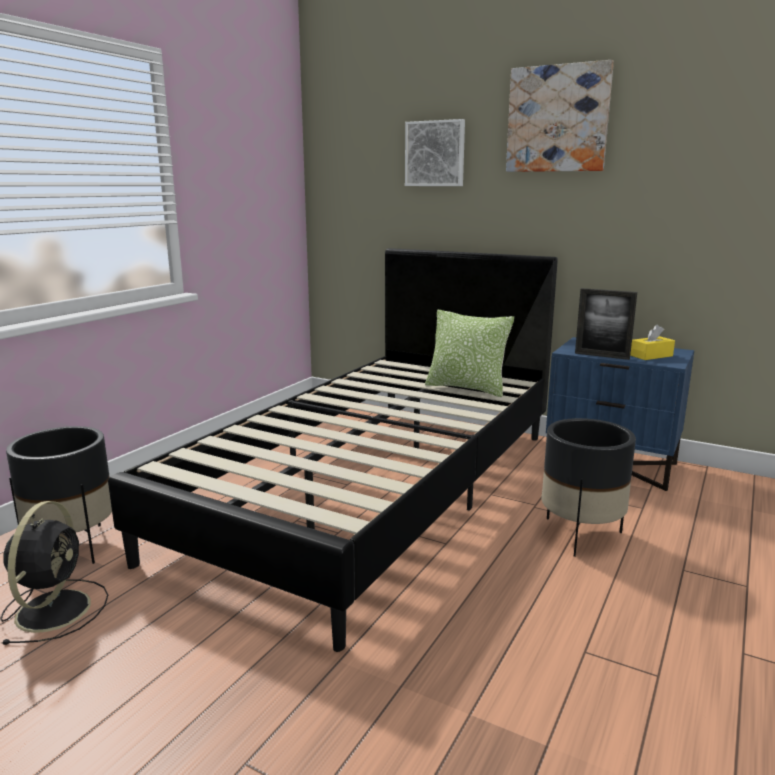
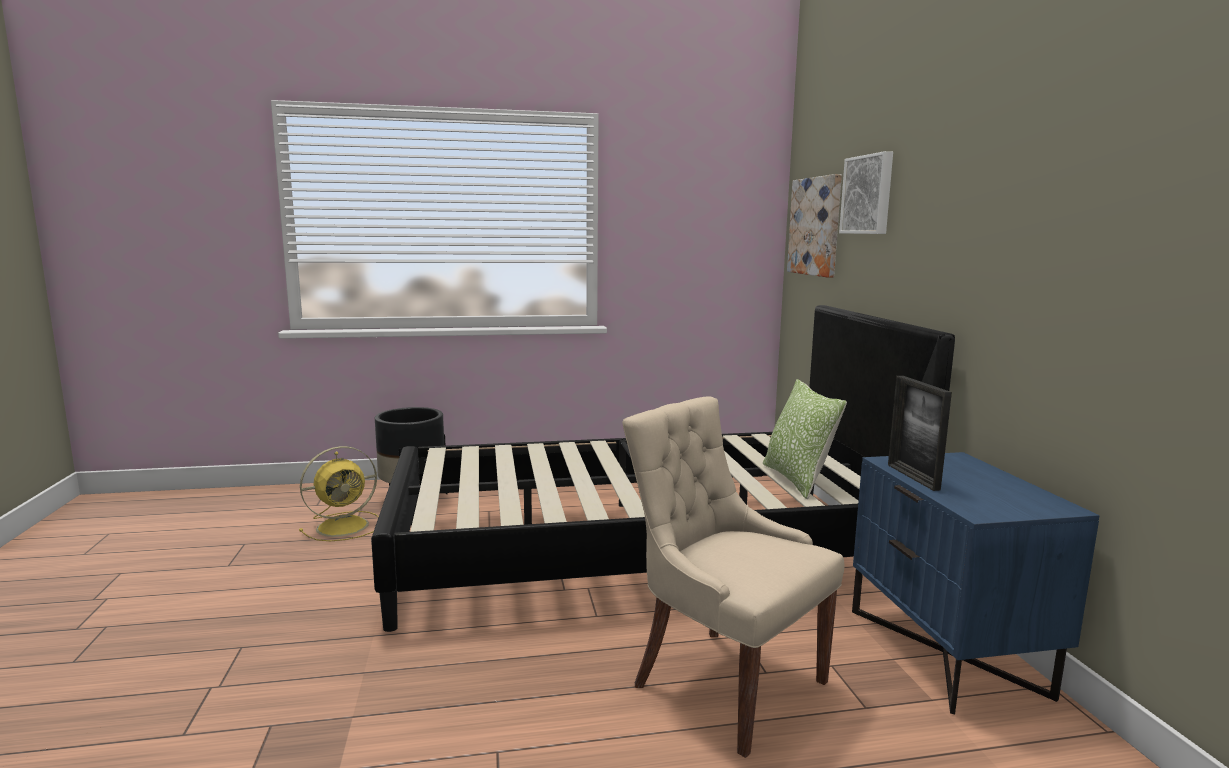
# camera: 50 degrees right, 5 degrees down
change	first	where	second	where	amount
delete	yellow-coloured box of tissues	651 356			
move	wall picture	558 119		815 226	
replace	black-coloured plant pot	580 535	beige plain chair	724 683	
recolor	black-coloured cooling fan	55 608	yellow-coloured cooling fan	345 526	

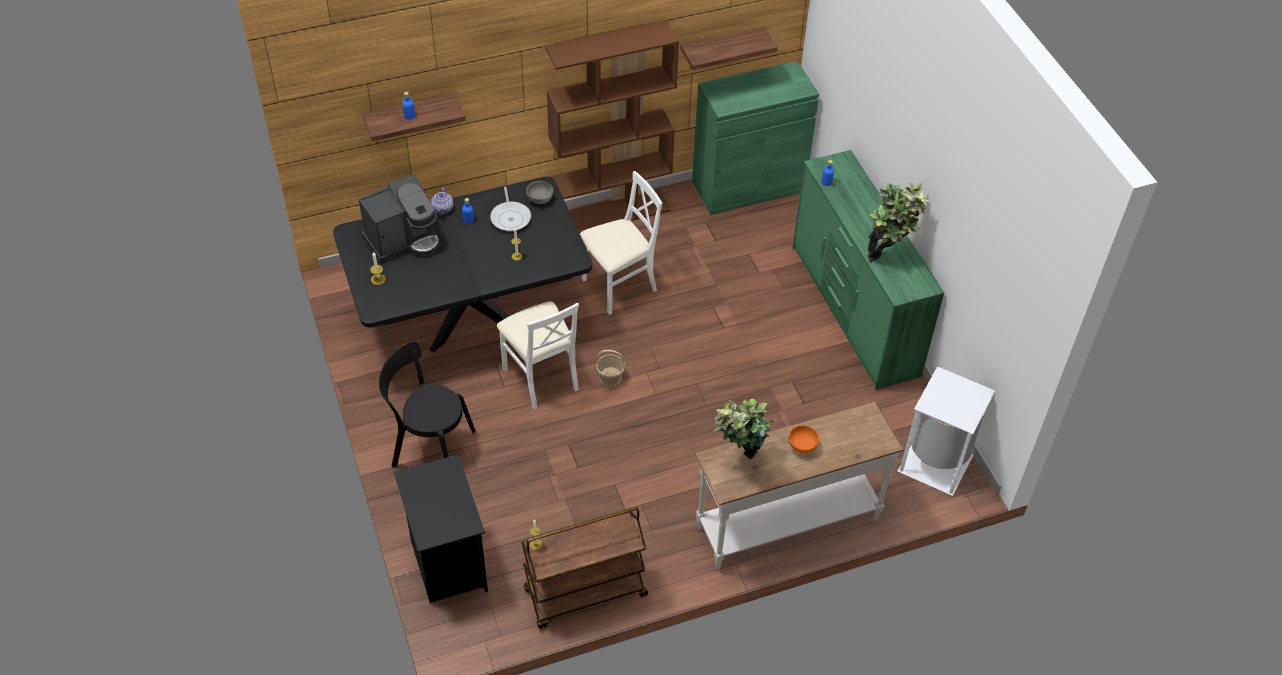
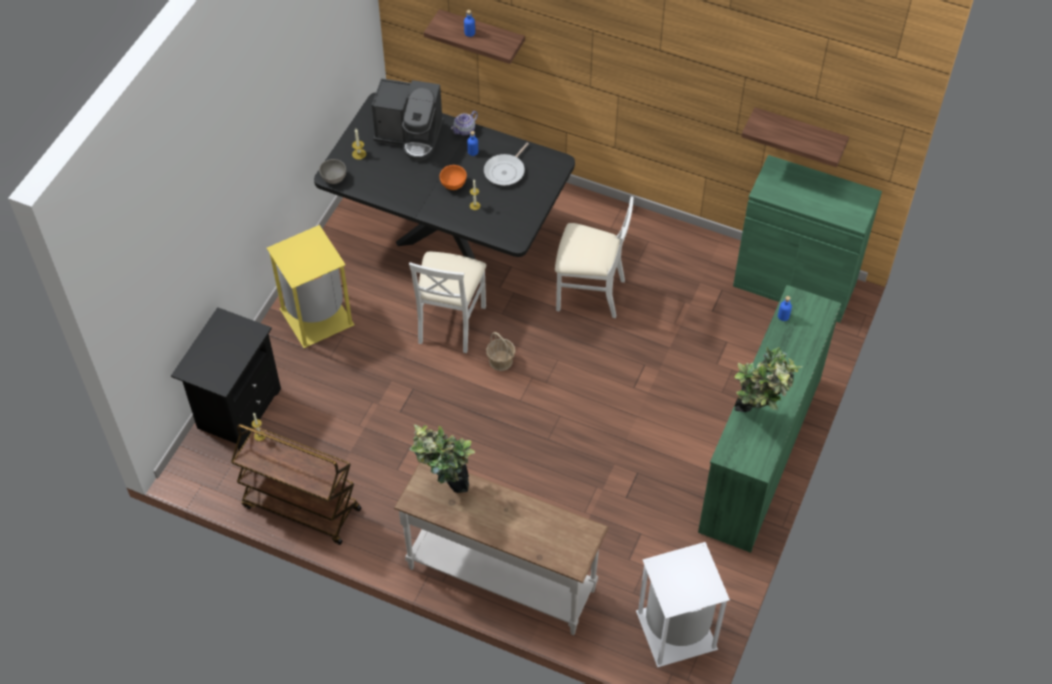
# camera: 45 degrees right, 5 degrees up
change	first	where	second	where	amount
delete	brown-coloured shelving unit	611 212			
move	gray deep dish	540 200		333 178	
move	orangey deep dish	802 447		453 184	
replace	black-coloured plain chair	429 447	yellow-coloured waste bin	317 316	

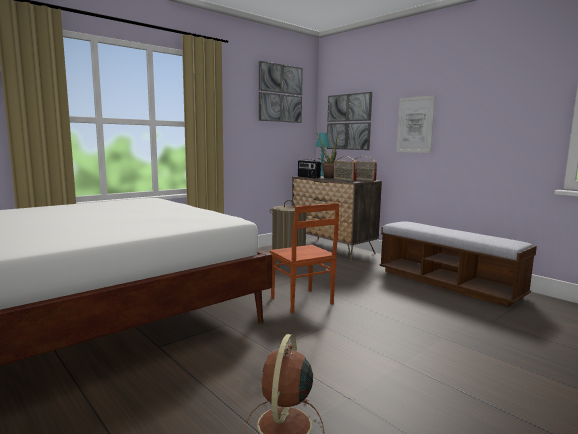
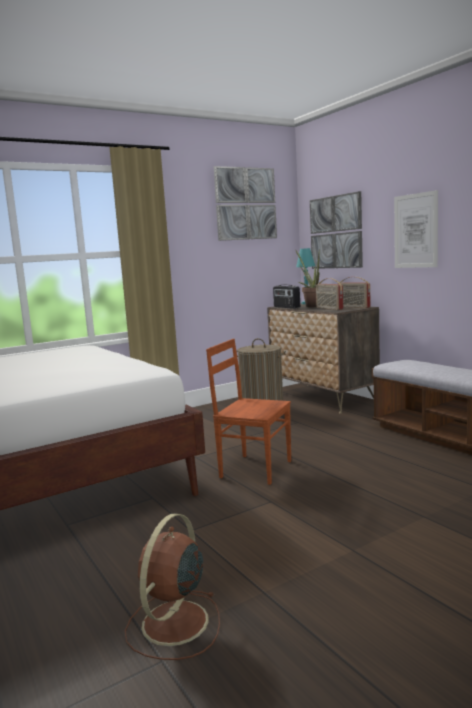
# camera: 10 degrees right, 0 degrees up
change	first	where	second	where	amount
rotate	brown-coloured plain chair	301 301		255 468	135 degrees clockwise

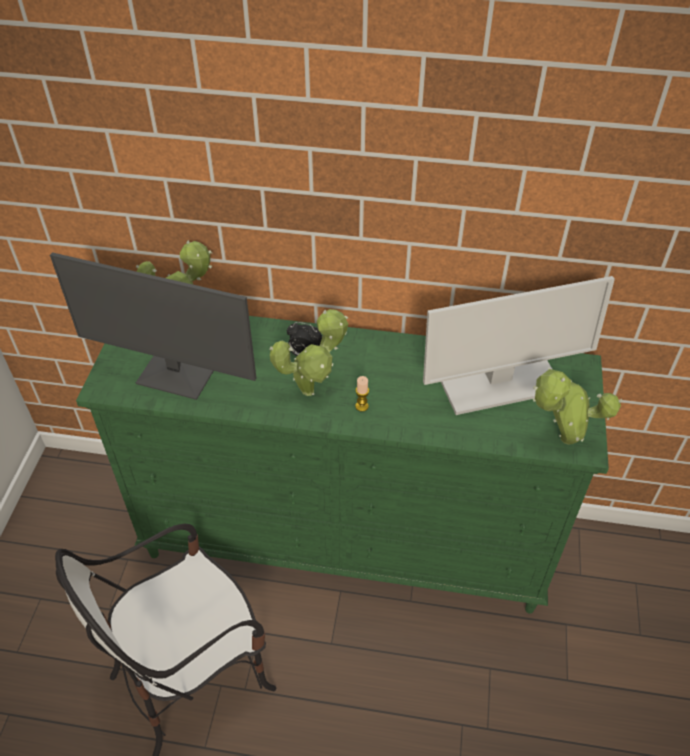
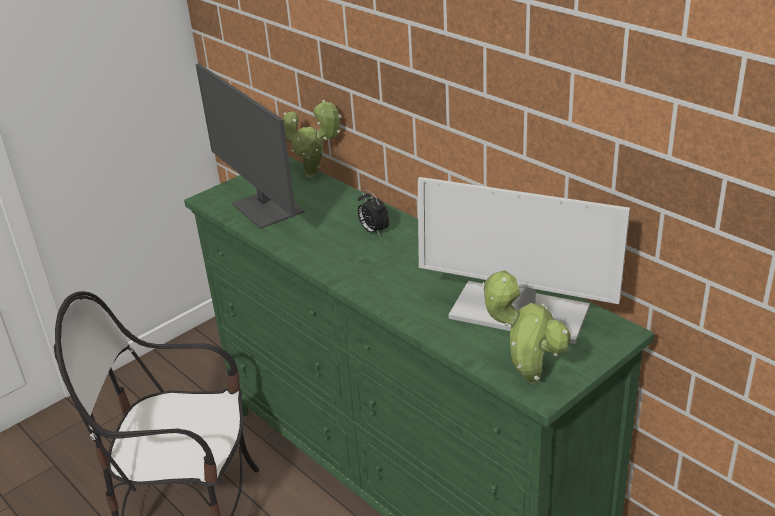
# camera: 40 degrees right, 15 degrees down
change	first	where	second	where	amount
delete	plant in a pot	312 389			
delete	wax light	361 406			

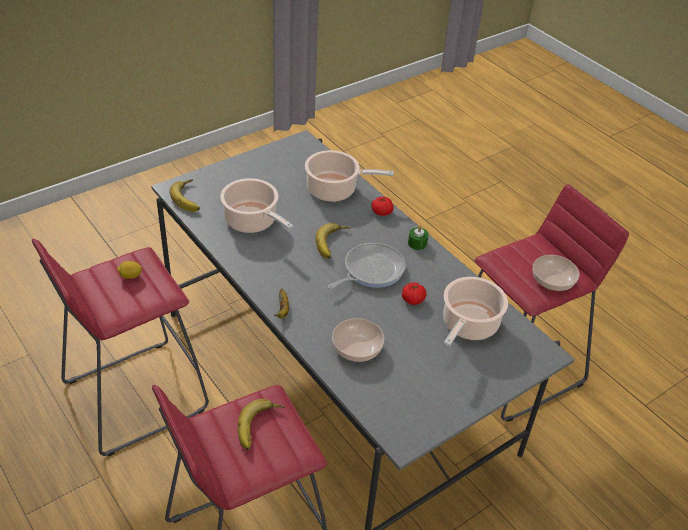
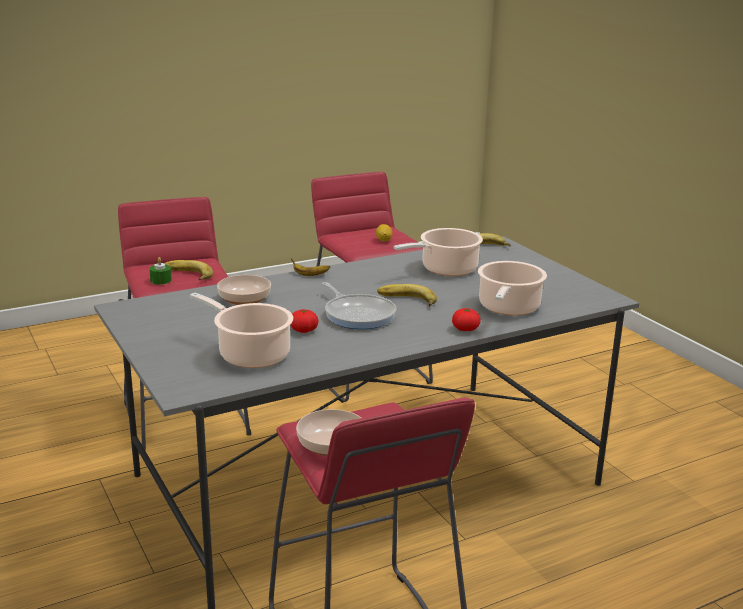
# camera: 100 degrees right, 20 degrees down
change	first	where	second	where	amount
move	greenish wax light	417 243		161 280	

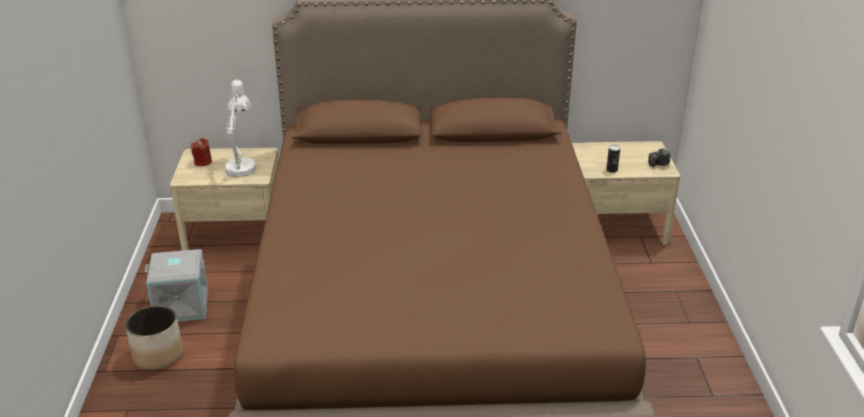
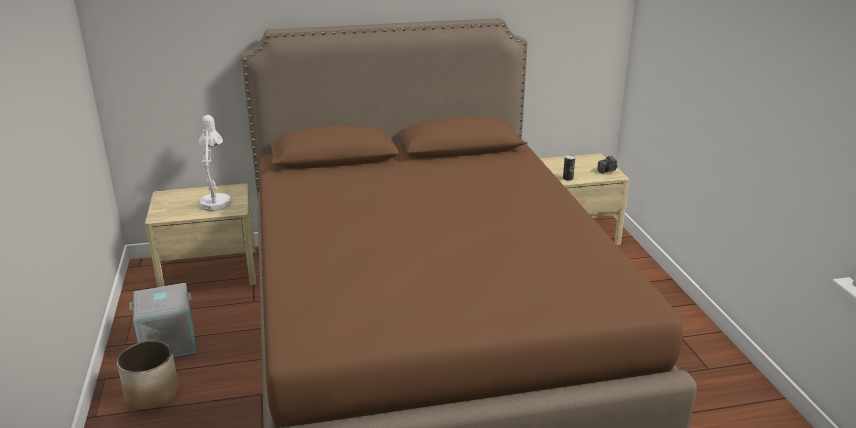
# camera: 10 degrees left, 5 degrees down
change	first	where	second	where	amount
delete	red-coloured wax light	203 162			

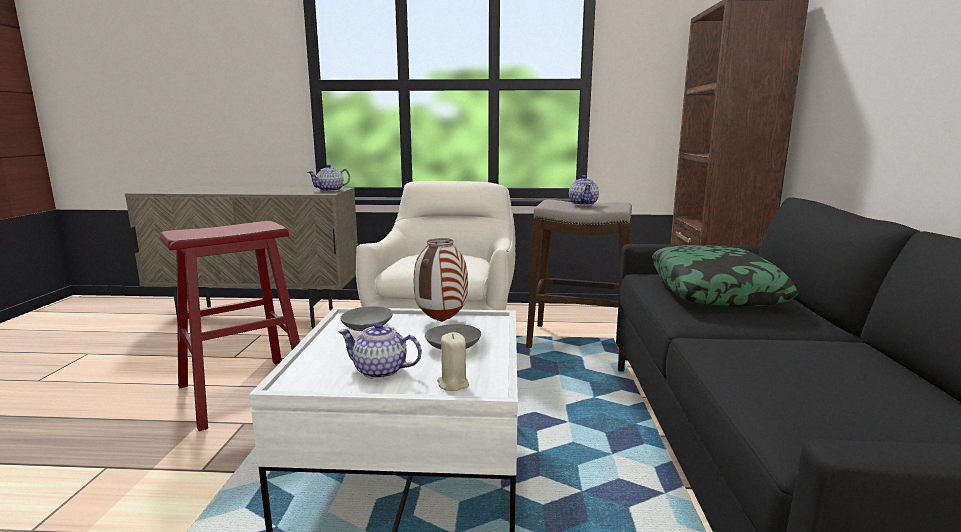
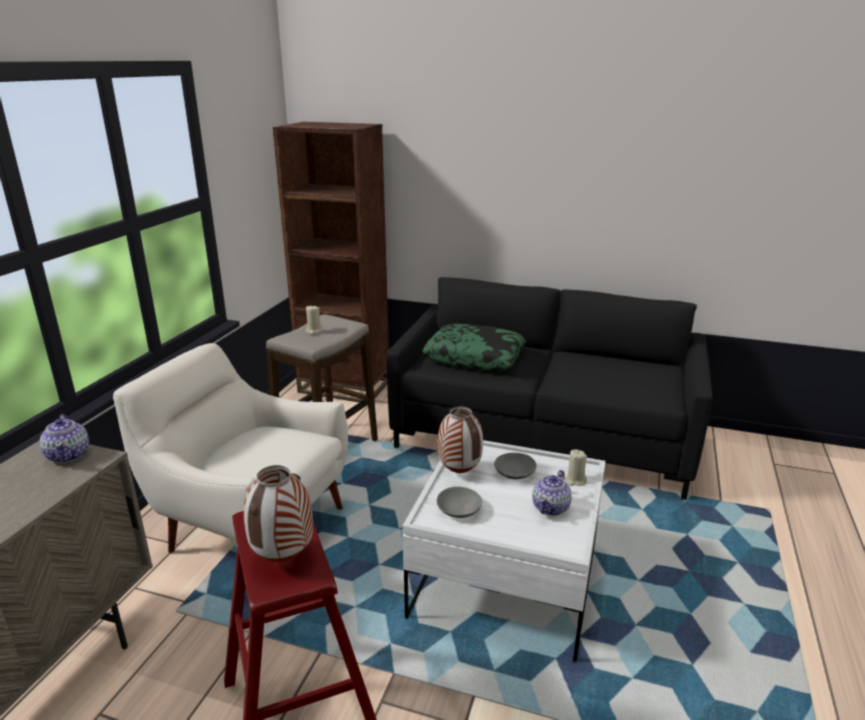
# camera: 75 degrees left, 10 degrees up
change	first	where	second	where	amount
insert			decorative vase	283 559	
replace	pot for tea	583 204	beige wax light	314 331	

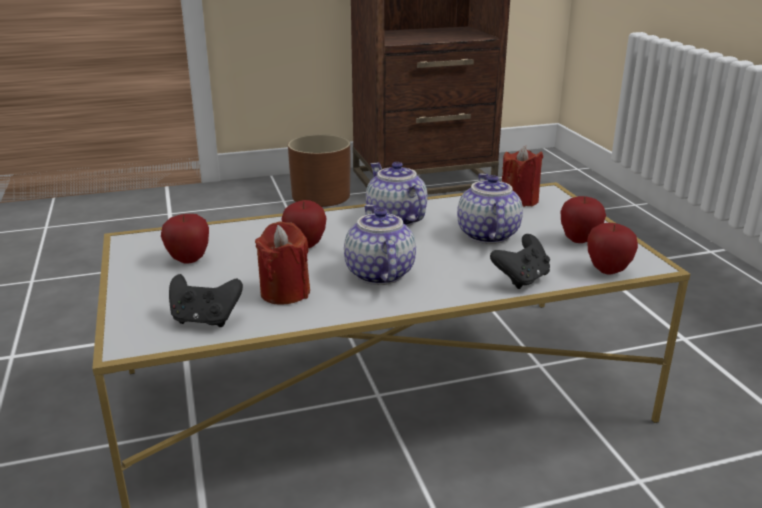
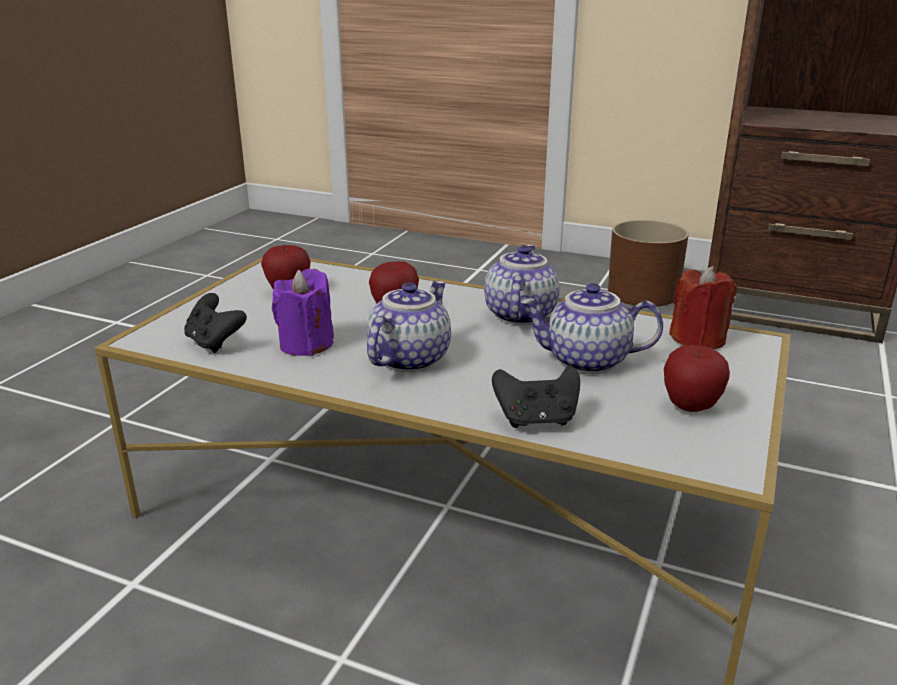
# camera: 40 degrees right, 0 degrees up
change	first	where	second	where	amount
delete	whole apple	607 270			
recolor	red-coloured wax light	285 292	purplish wax light	306 344	
rotate	pot for tea	486 235		586 362	120 degrees counterclockwise

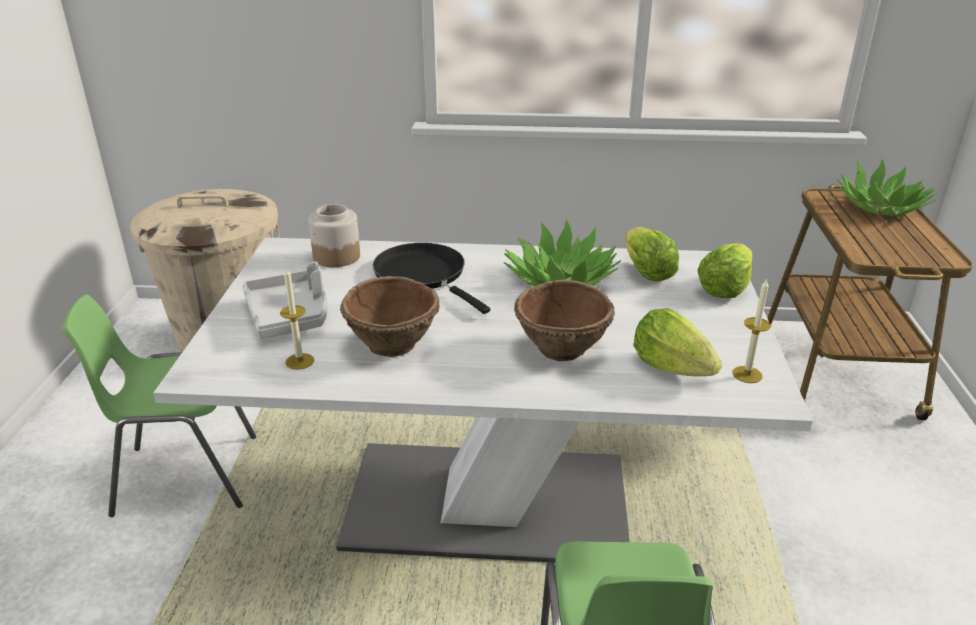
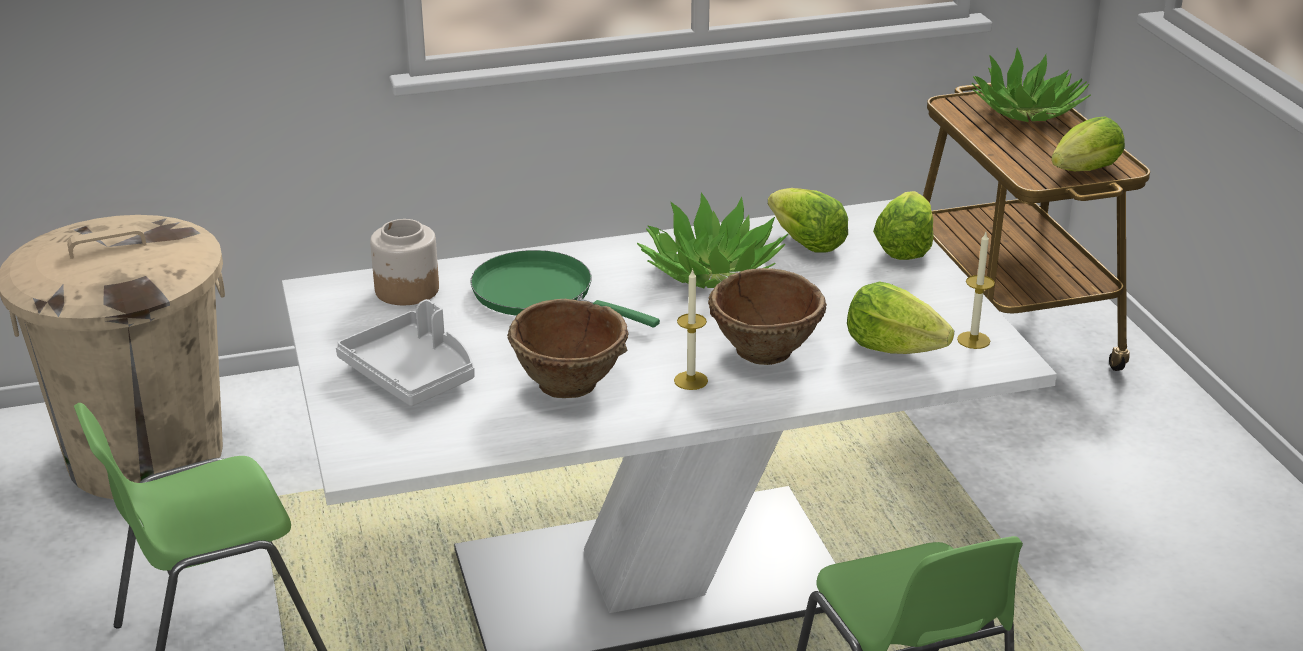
# camera: 20 degrees left, 0 degrees up
change	first	where	second	where	amount
insert			lettuce	1086 171	
move	wax light	299 361		691 380	
recolor	black-coloured frying pan	424 275	greenish frying pan	540 294	

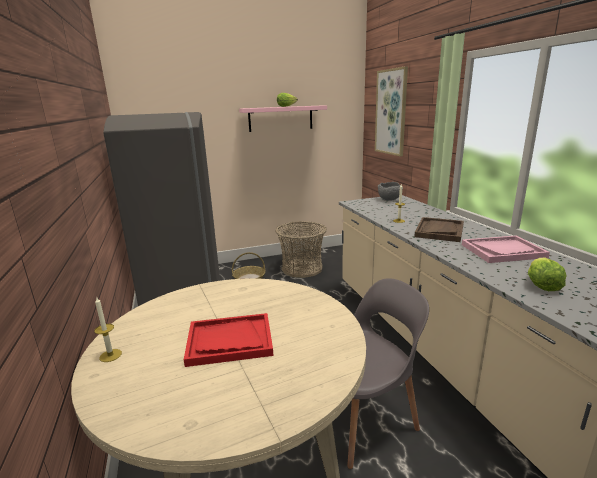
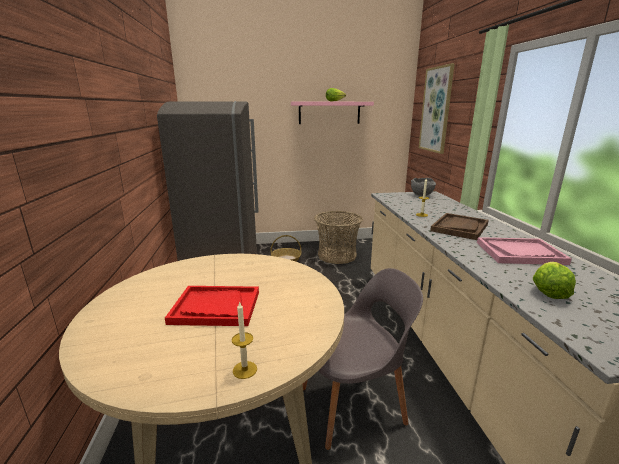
# camera: 10 degrees right, 0 degrees up
change	first	where	second	where	amount
move	wax light	110 355		245 370	

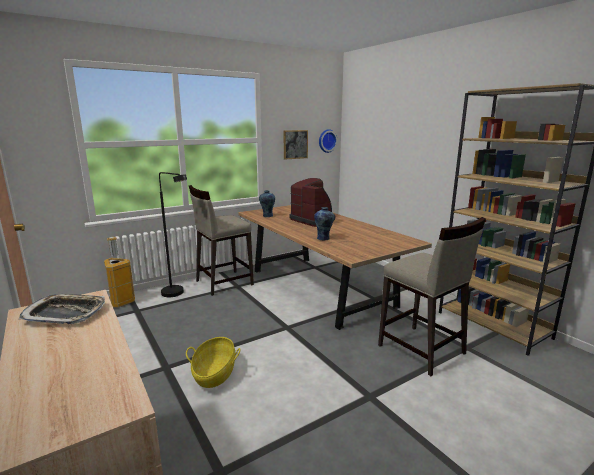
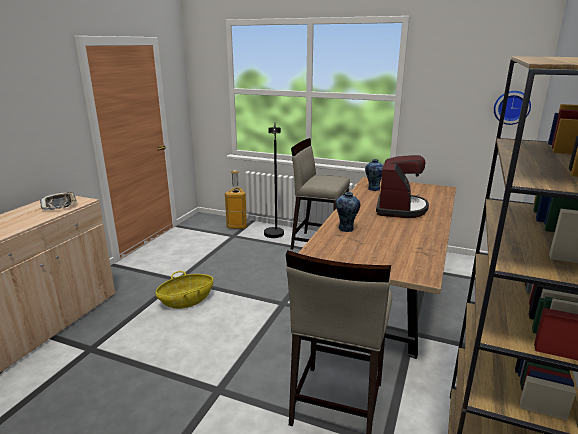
# camera: 55 degrees right, 5 degrees up
change	first	where	second	where	amount
delete	wall picture	295 144			

